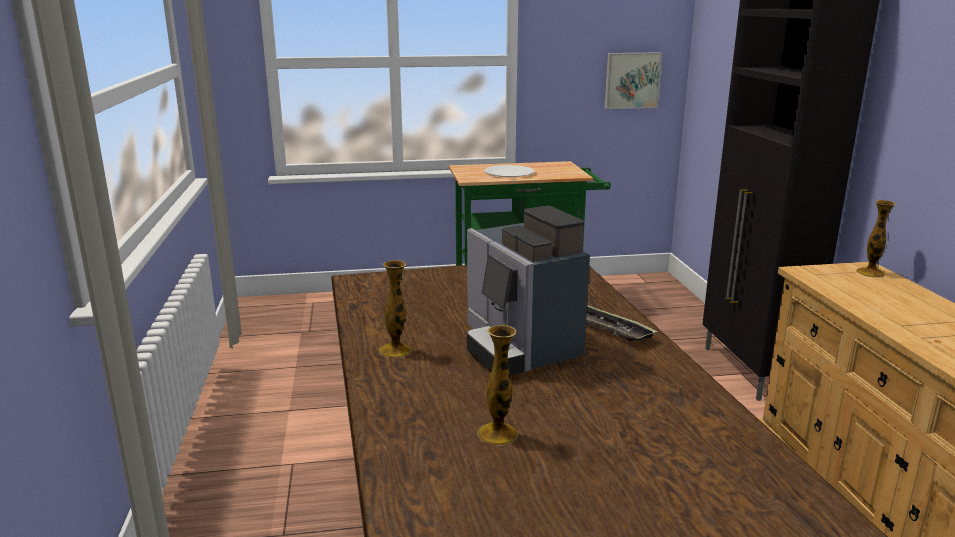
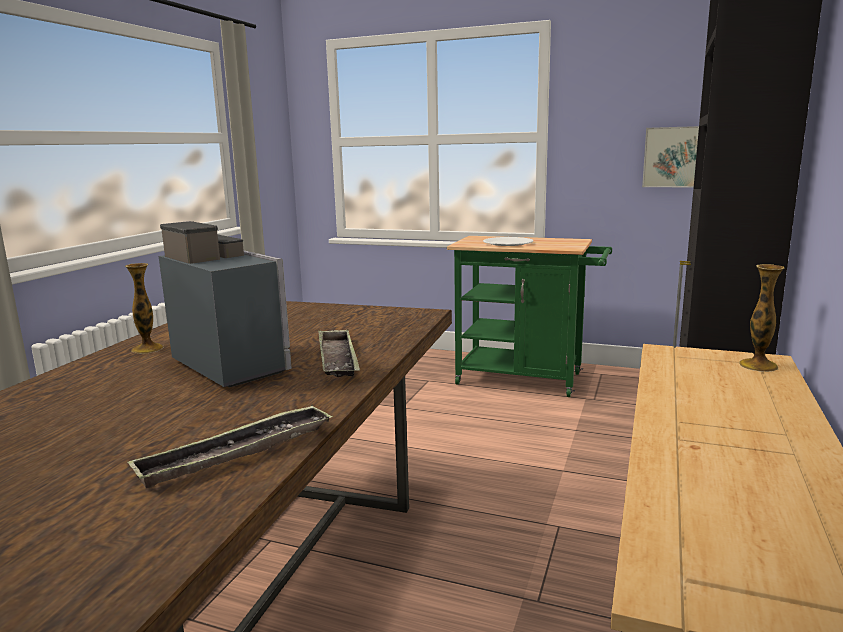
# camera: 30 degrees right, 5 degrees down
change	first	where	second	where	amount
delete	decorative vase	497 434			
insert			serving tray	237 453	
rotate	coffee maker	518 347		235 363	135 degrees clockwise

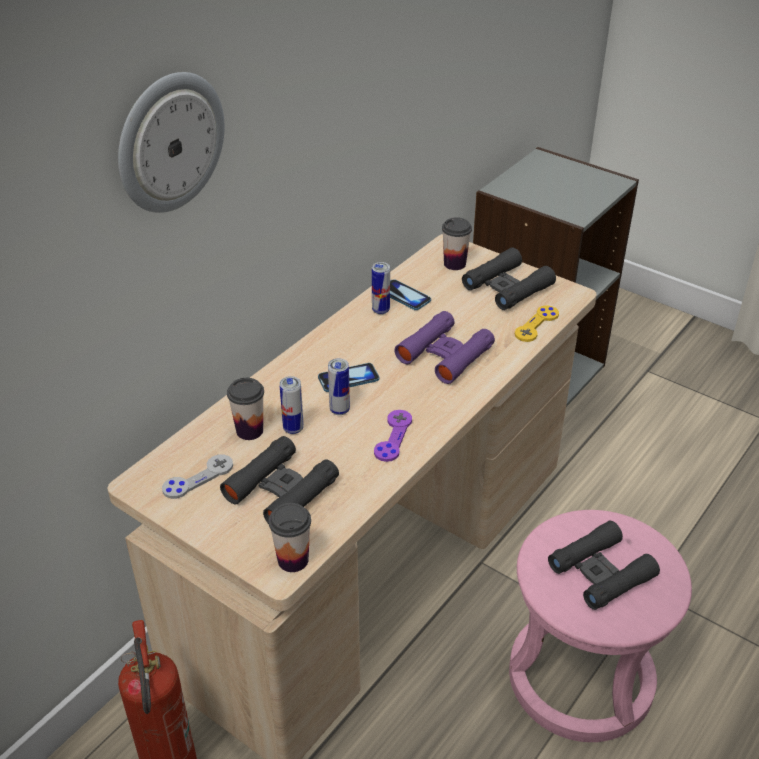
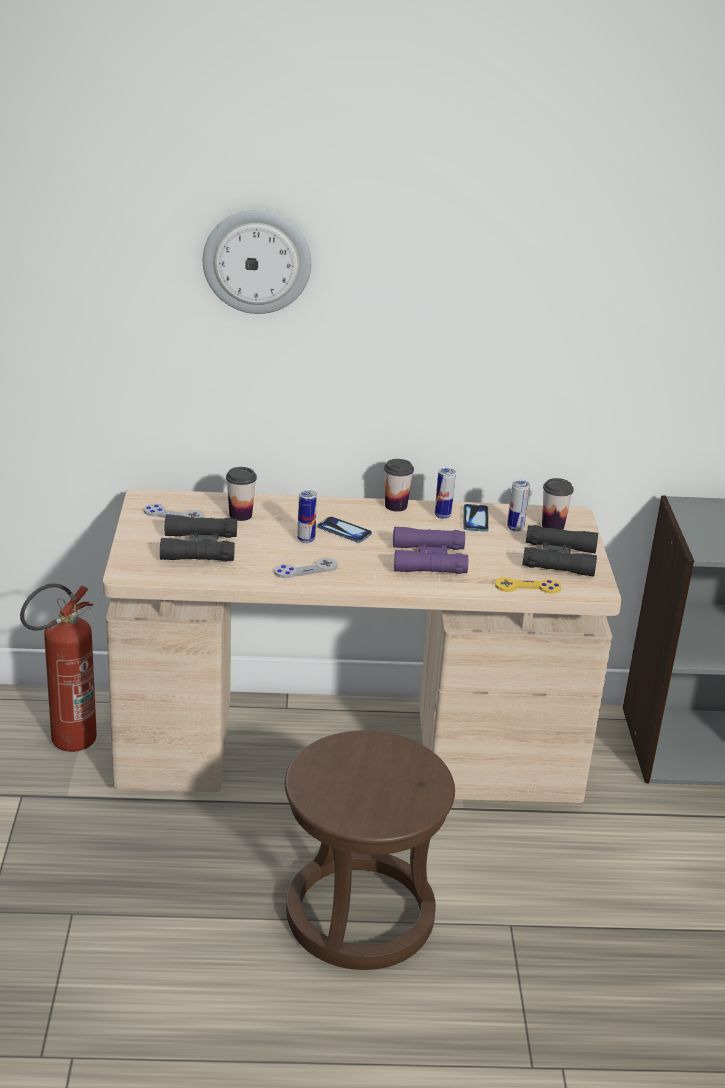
# camera: 50 degrees right, 10 degrees down
change	first	where	second	where	amount
delete	black-coloured field glasses	601 572			
move	cup	293 560		396 506	
move	sealed can	293 428		515 528	
recolor	purplish gamepad	393 436	gray gamepad	306 569	
recolor	pinkish stool seat	580 679	brown-coloured stool seat	359 915	

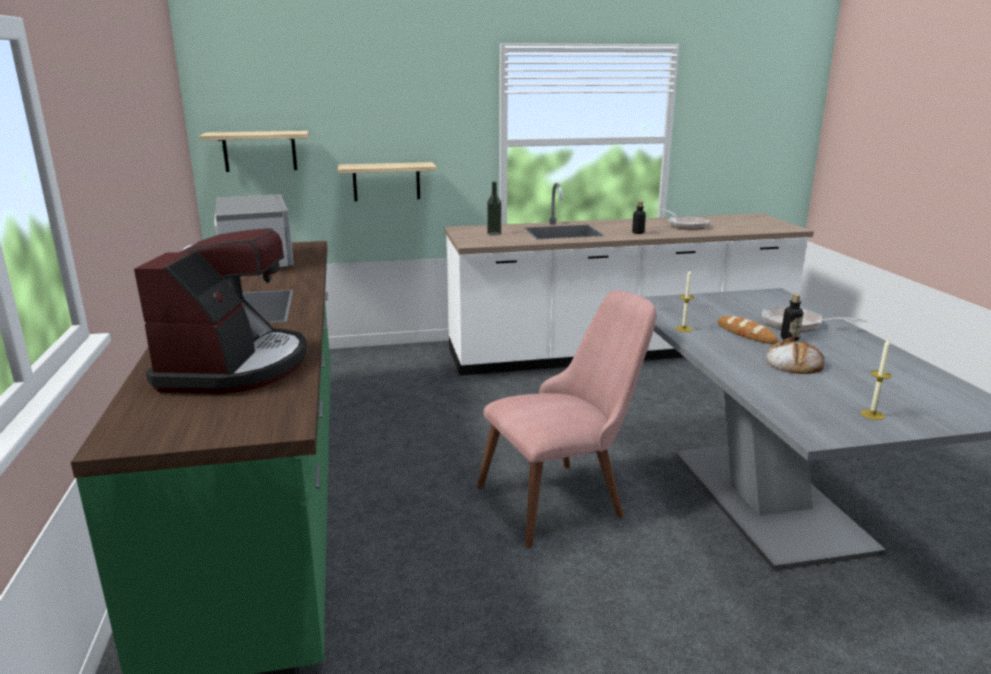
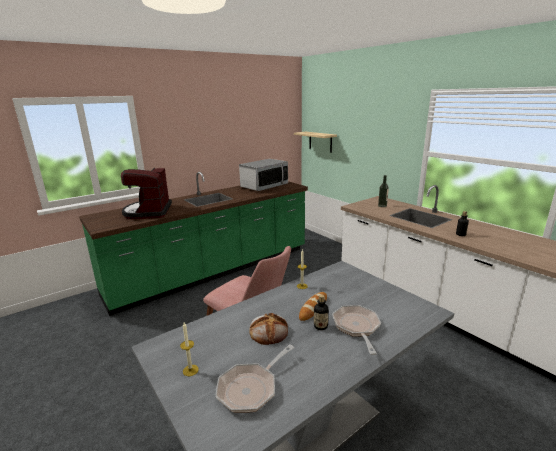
# camera: 65 degrees right, 0 degrees up
change	first	where	second	where	amount
delete	bracket shelf	386 181			
move	frying pan	685 225		251 388	
rotate	coffee maker	235 366		148 212	105 degrees clockwise

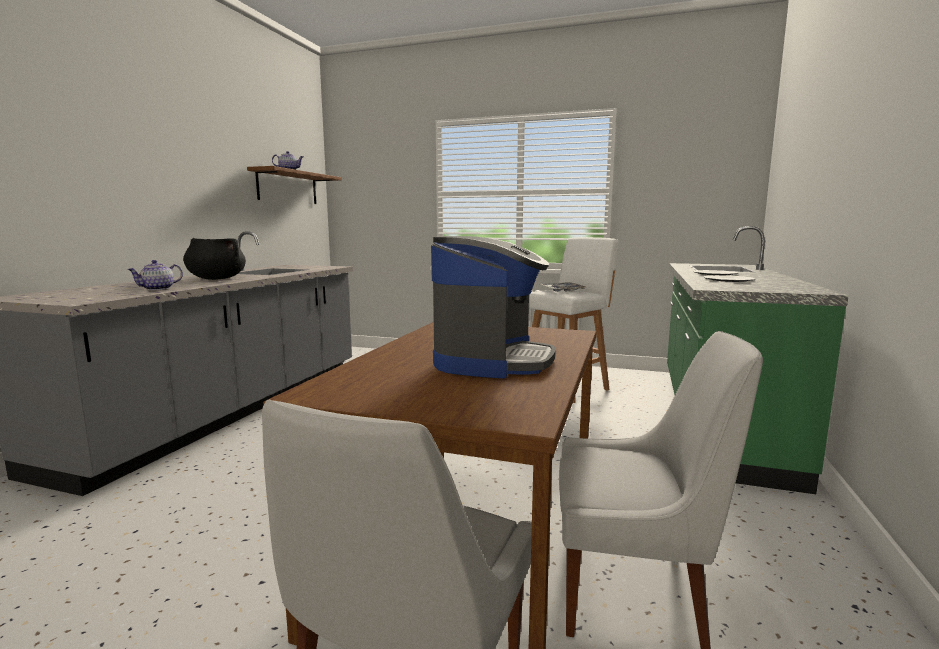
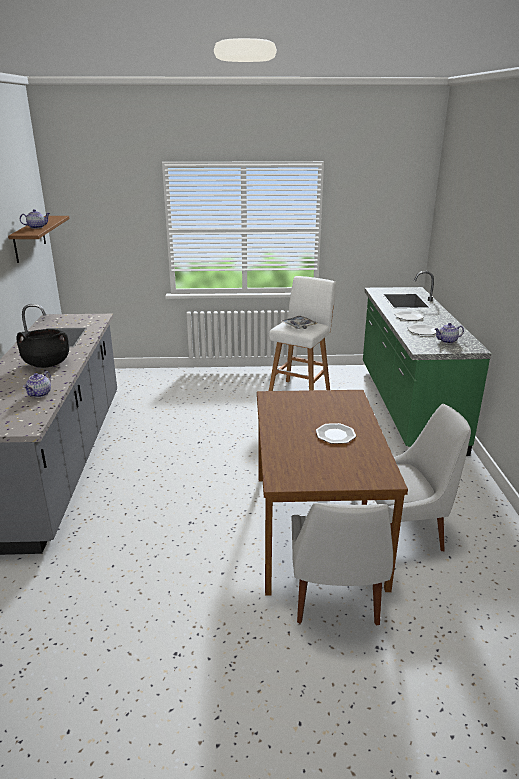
# camera: 20 degrees left, 15 degrees up
change	first	where	second	where	amount
insert			pot for tea	447 341	
replace	coffee maker	492 360	dinner plate	335 434	

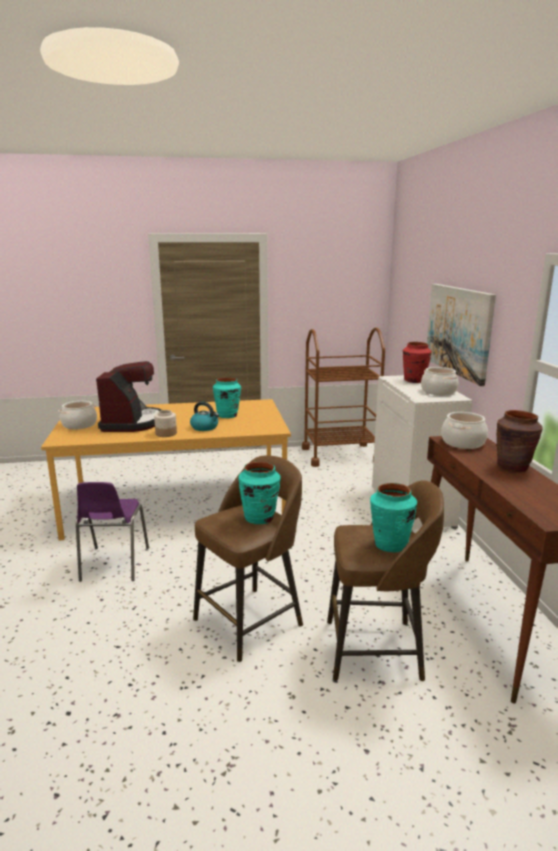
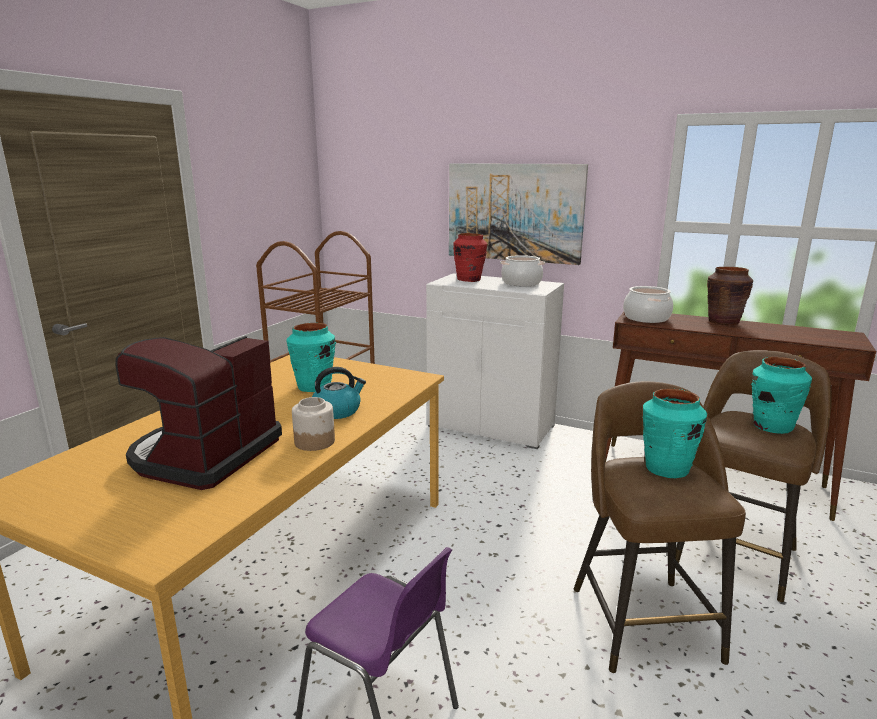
# camera: 55 degrees left, 0 degrees up
change	first	where	second	where	amount
delete	stockpot	79 425			
rotate	coffee maker	132 423		205 455	105 degrees counterclockwise

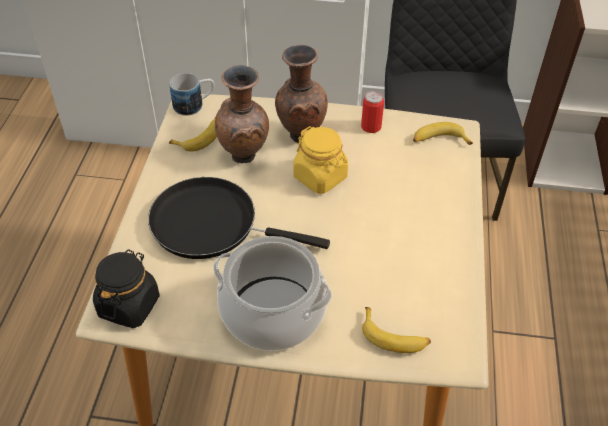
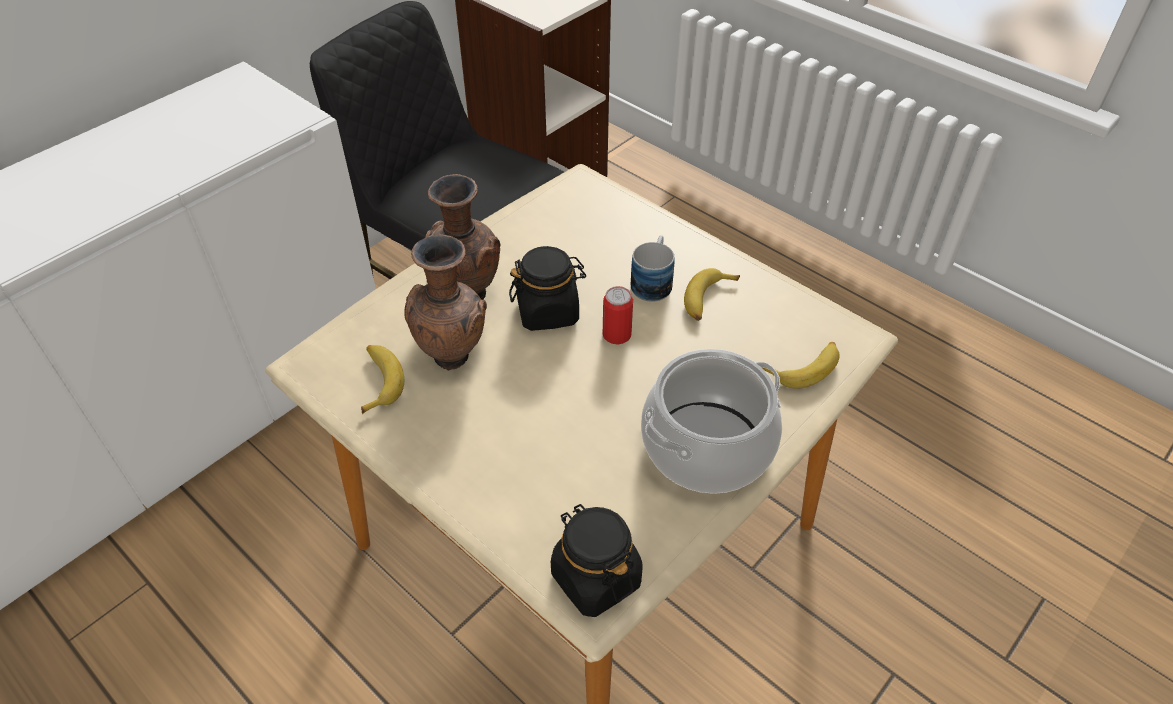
# camera: 55 degrees left, 0 degrees up
change	first	where	second	where	amount
delete	black-coloured frying pan	212 224			
move	tea mug	194 105		653 281	
move	sealed can	371 127		617 335	
move	banana	439 140		707 300	
recolor	yellow-coloured storage jar	320 177	black-coloured storage jar	548 311	

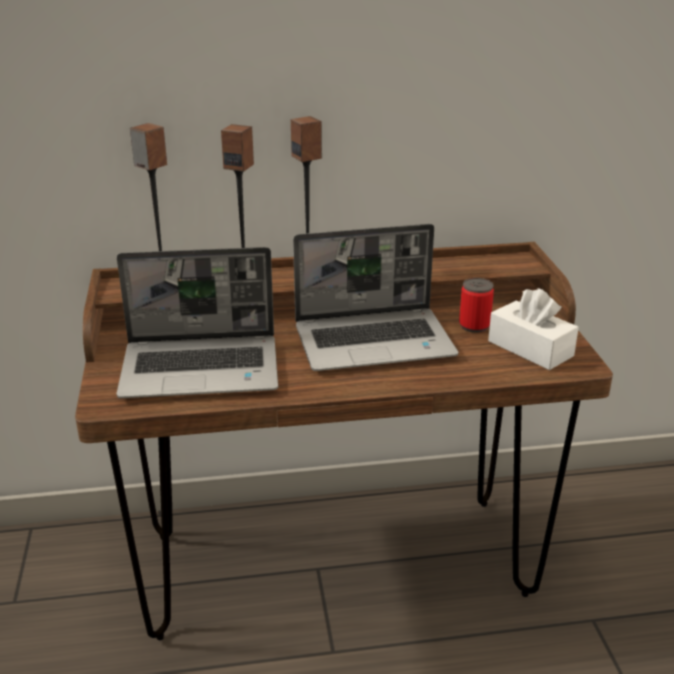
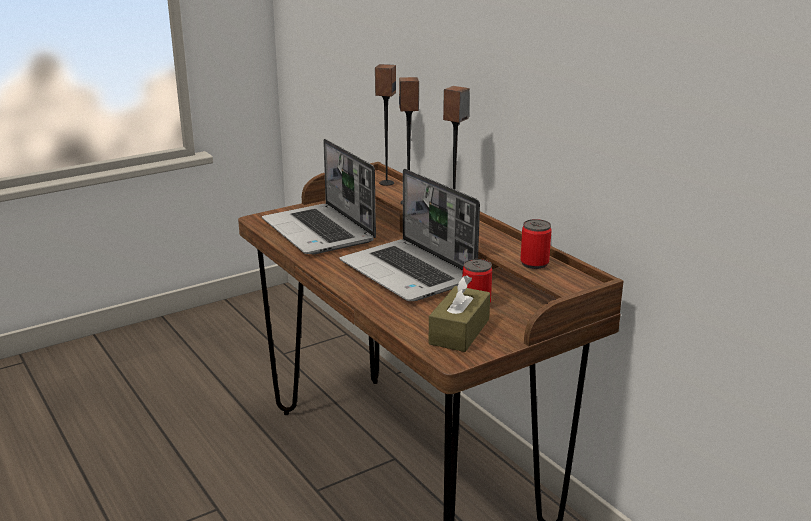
# camera: 65 degrees right, 5 degrees down
change	first	where	second	where	amount
insert			sealed can	534 263	
recolor	white box of tissues	530 348	brown-coloured box of tissues	459 331	

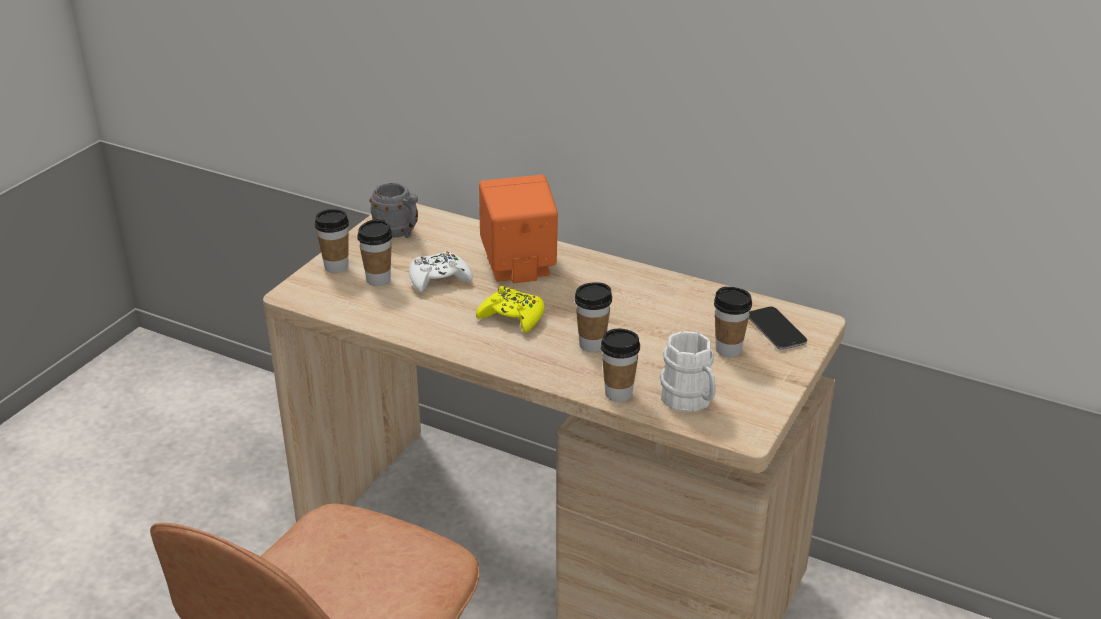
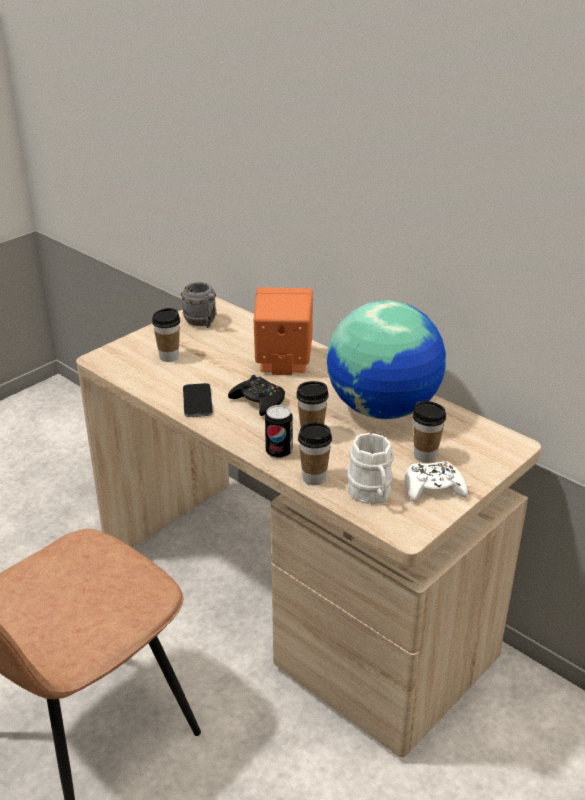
# camera: 15 degrees right, 0 degrees up
change	first	where	second	where	amount
delete	cup	336 267			
insert			sealed can	279 452	
insert			globe	383 409	
move	white gamepad	439 279		433 488	
move	telephone	776 329		197 401	
recolor	yellow-coloured gamepad	512 317	black-coloured gamepad	258 401	

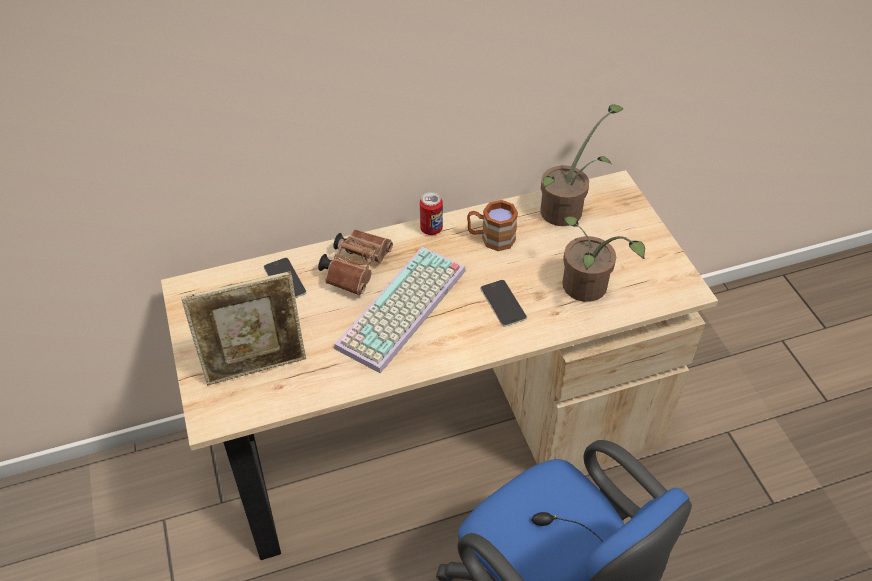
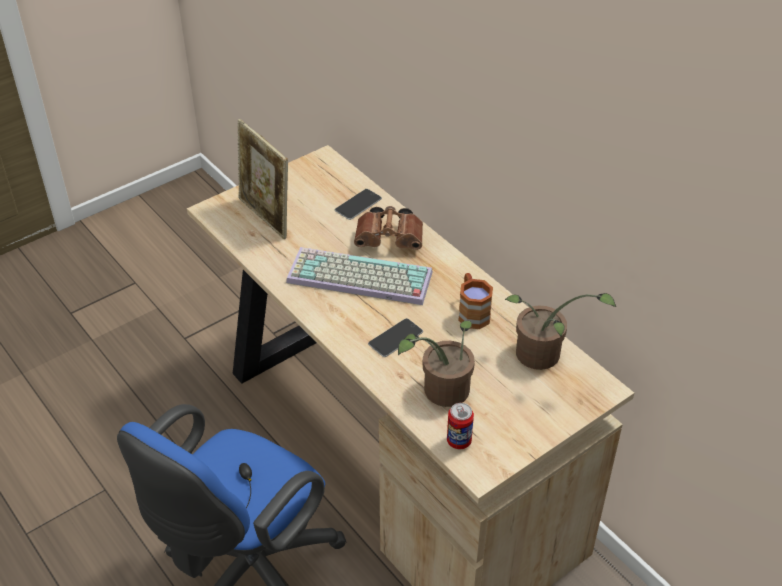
# camera: 70 degrees right, 5 degrees down
change	first	where	second	where	amount
move	sealed can	431 229		459 441	

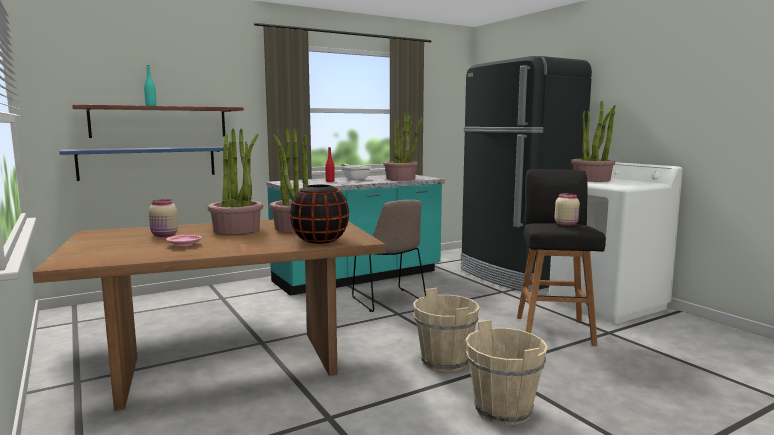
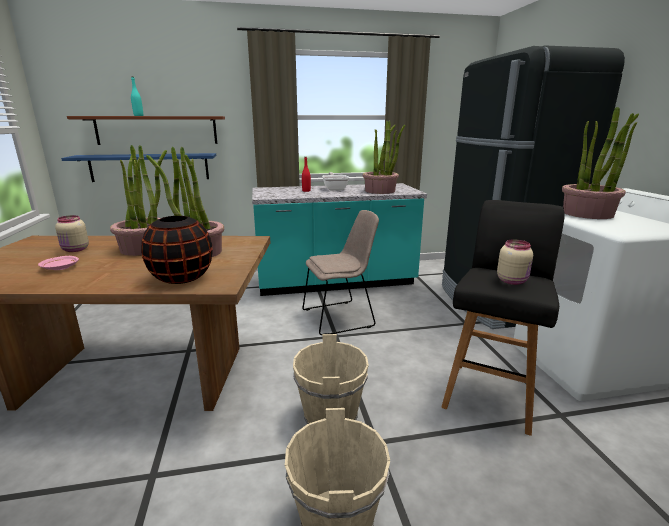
# camera: 20 degrees right, 10 degrees up
change	first	where	second	where	amount
rotate	beige plain chair	389 301		340 317	105 degrees counterclockwise

